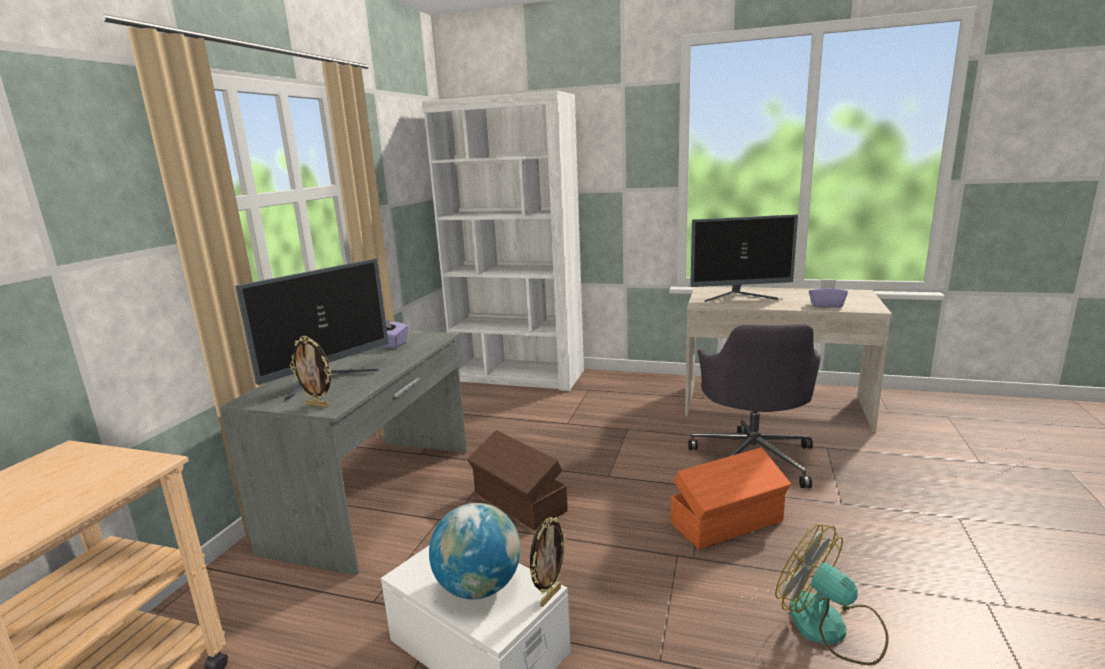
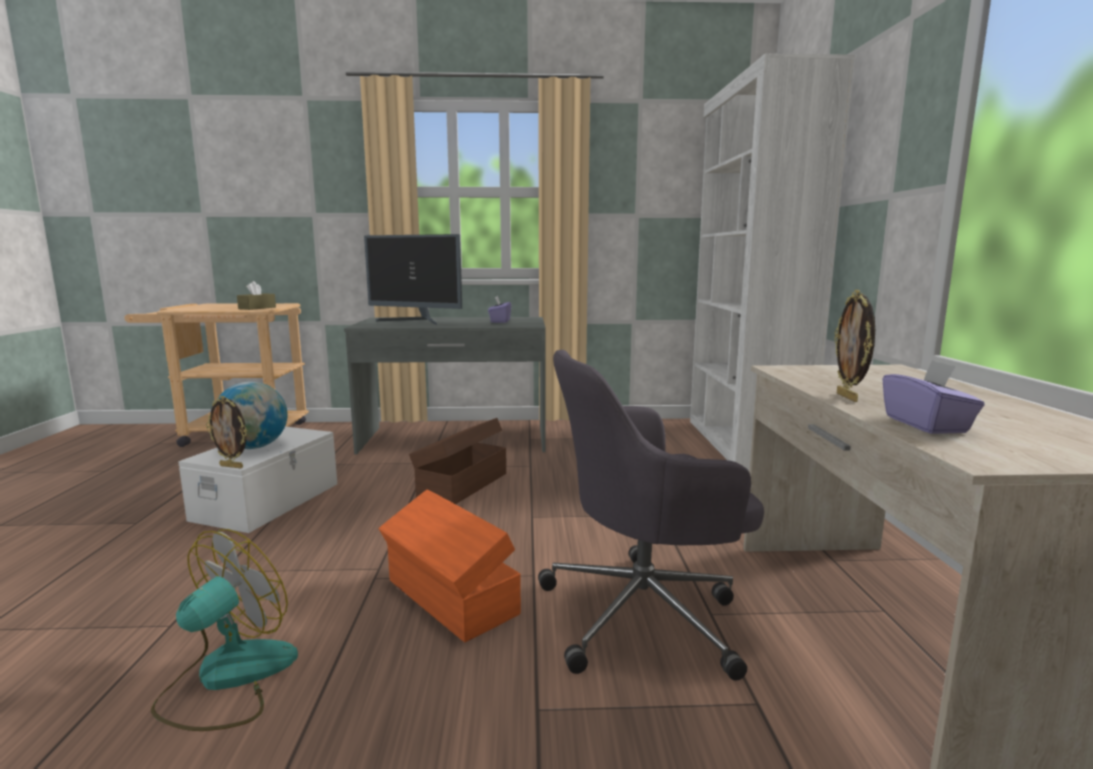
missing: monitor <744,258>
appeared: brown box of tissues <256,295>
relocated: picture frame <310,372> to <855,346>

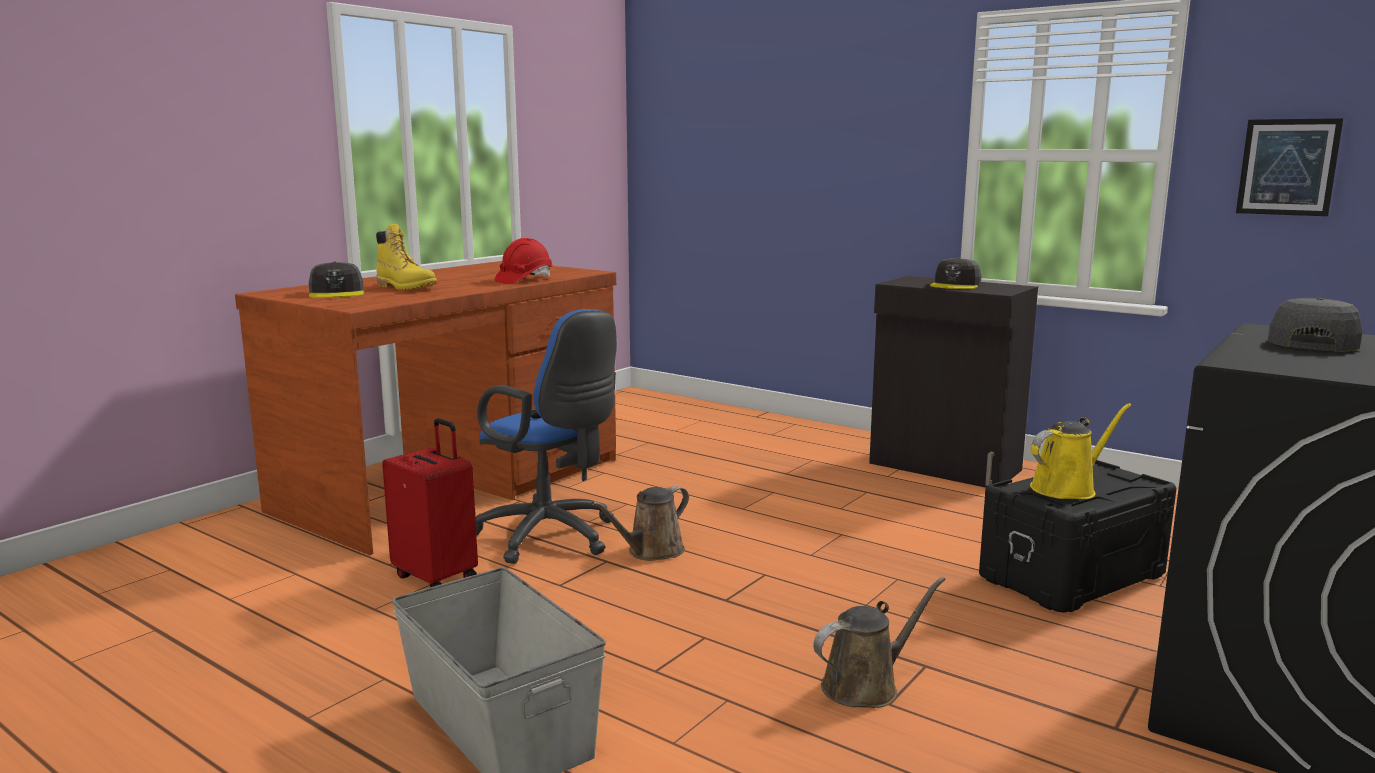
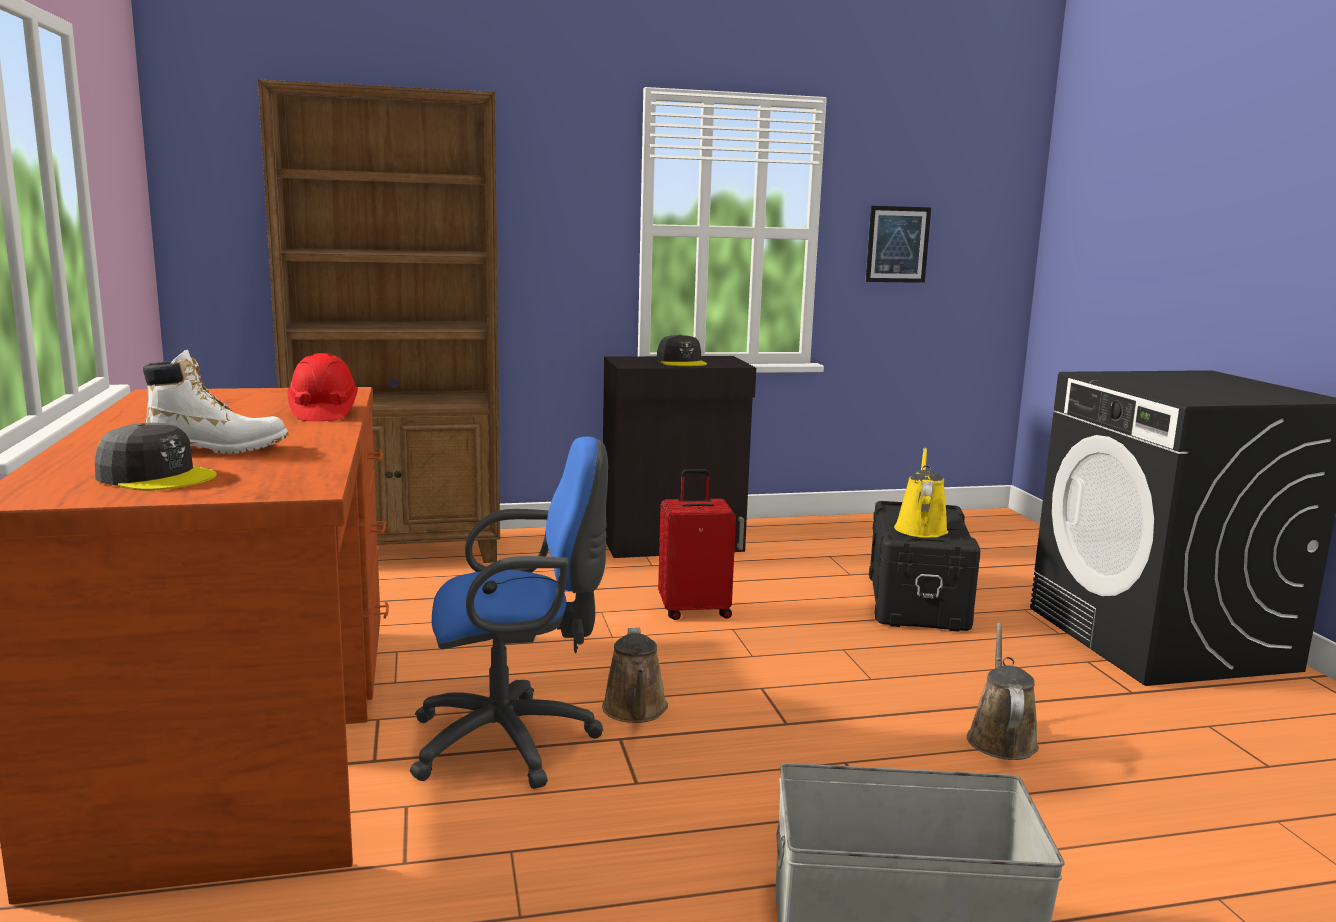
missing: grey cap <1315,325>
appeared: brown bookcase <379,321>
relocated: reddish piece of luggage <430,502> to <697,544>
colour: yellowish high-top boot <406,257> to whitish high-top boot <216,402>

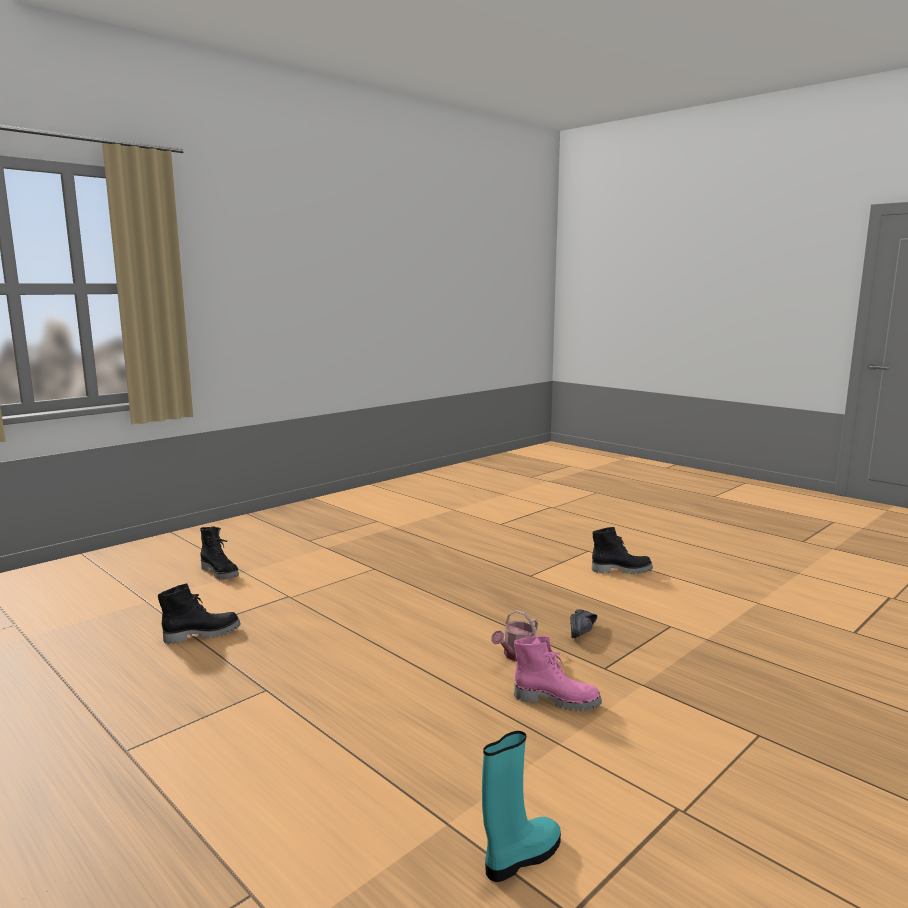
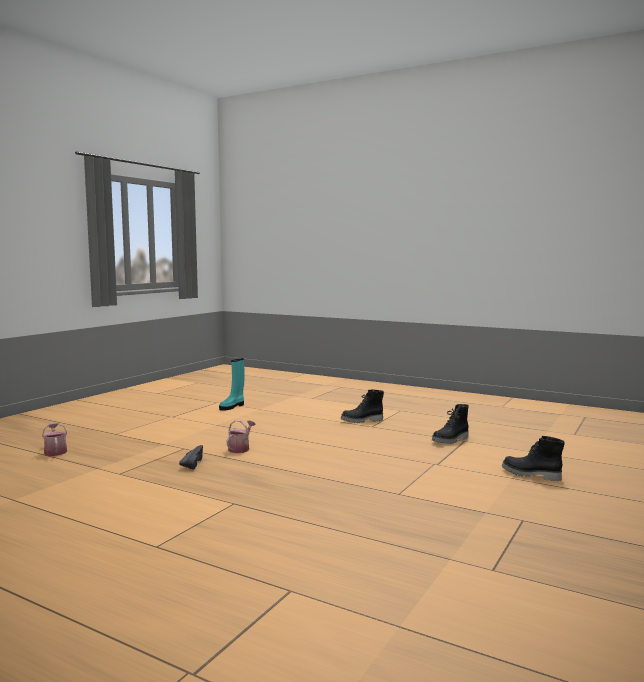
missing: pink-coloured high-top boot <558,673>
appeared: watering pot <54,439>
relocated: black high-top boot <622,550> to <362,406>

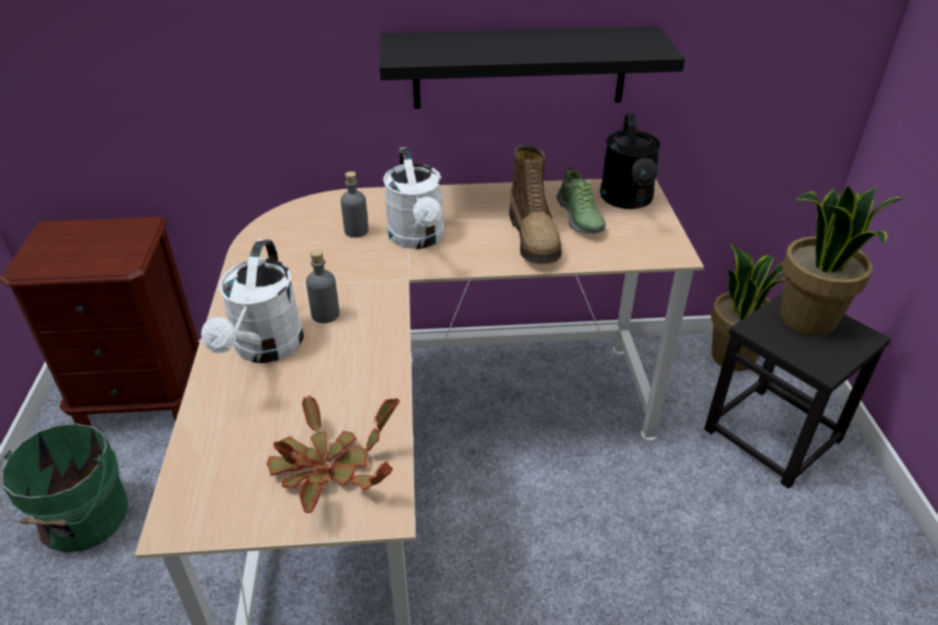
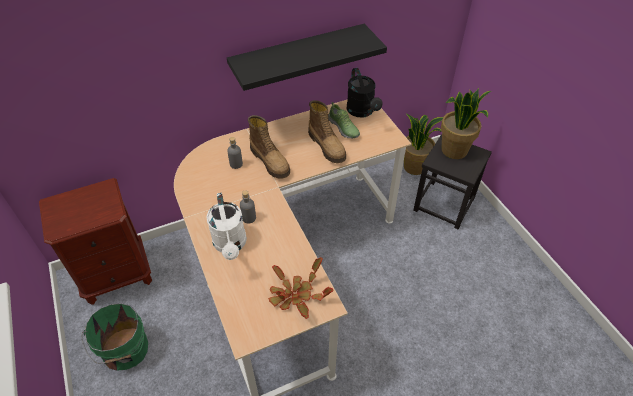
exchanged: whitish watering pot <413,198> to high-top boot <269,147>

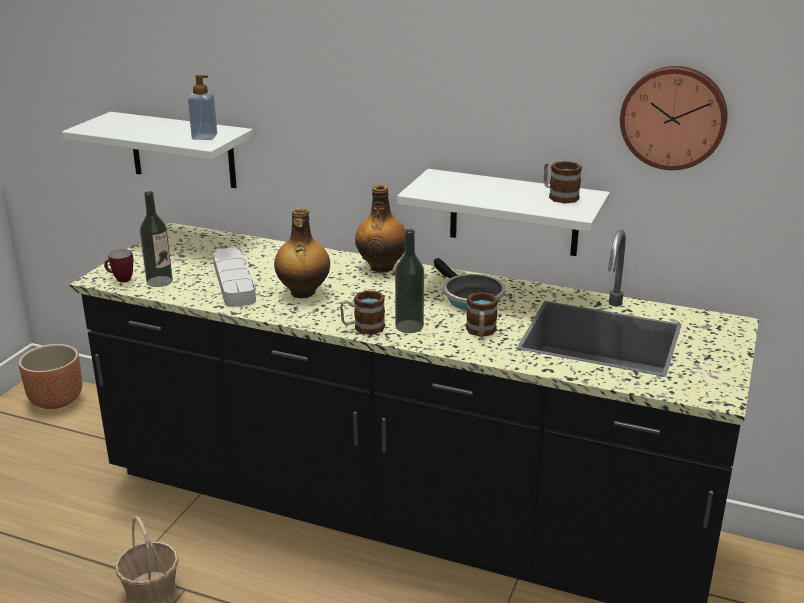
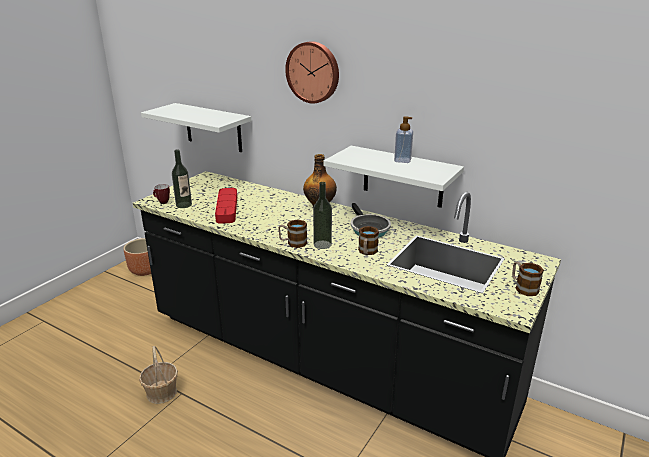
missing: beverage bottle <302,253>
relocated: soap dispenser <202,107> to <403,139>; tea mug <563,182> to <528,279>; hanging clock <674,118> to <312,72>
colour: grey serving tray <234,277> to reddish serving tray <226,206>

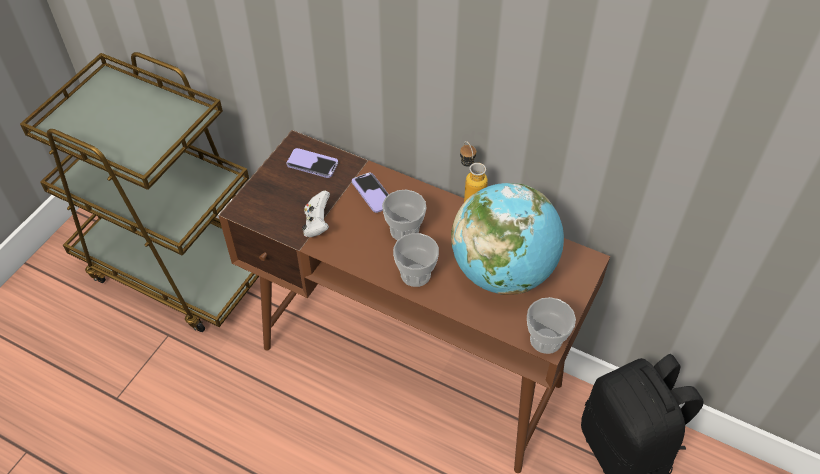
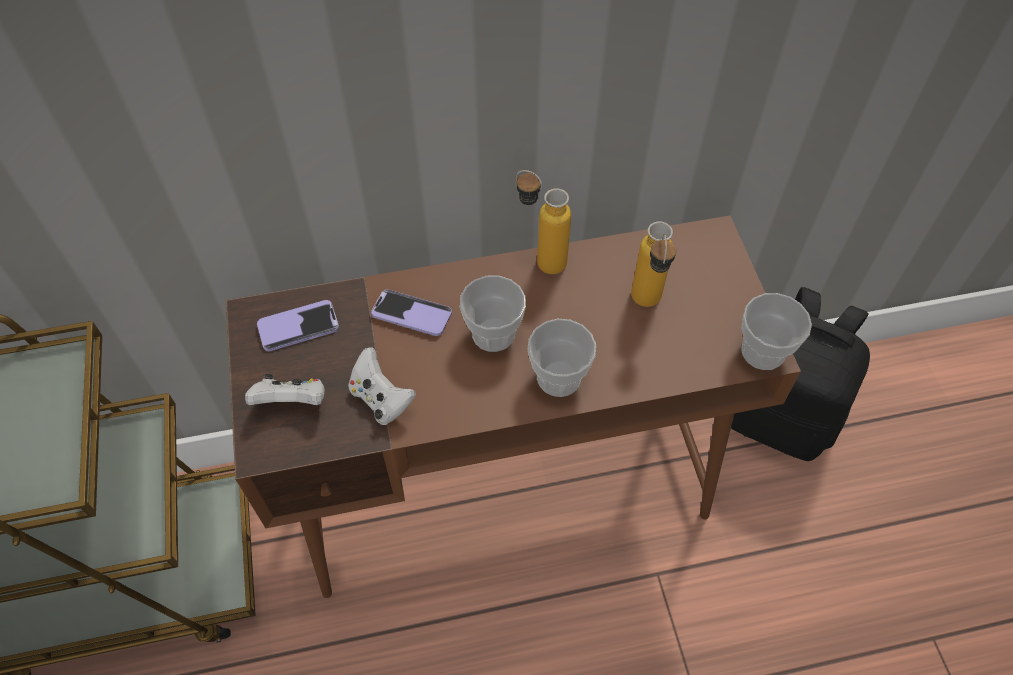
appeared: whitish joypad <285,389>
exchanged: world globe <507,239> to beverage bottle <653,264>

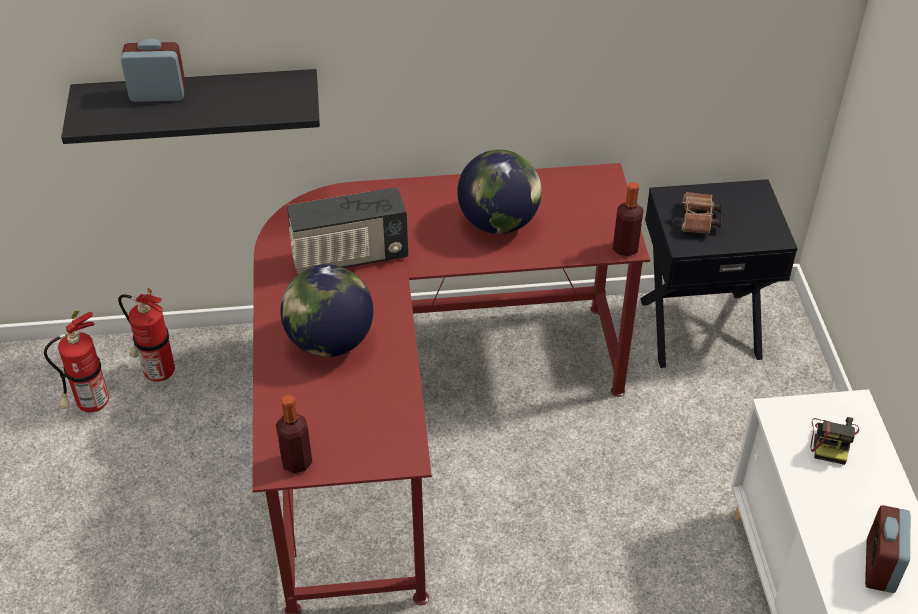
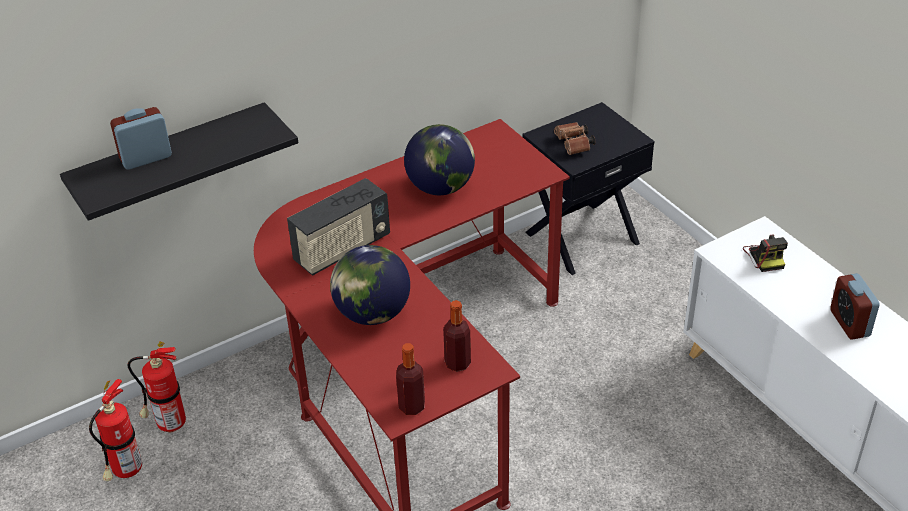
relocated: beverage bottle <628,219> to <457,336>

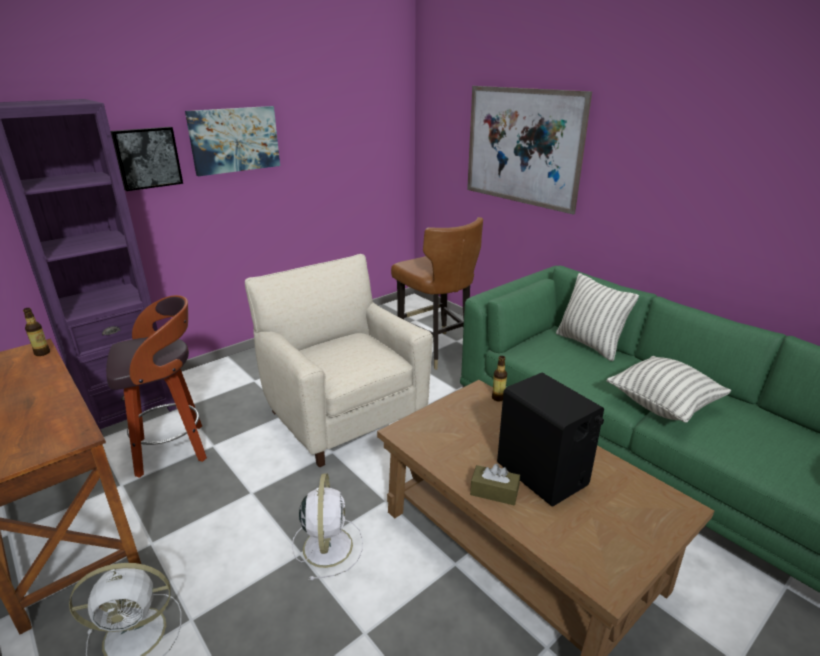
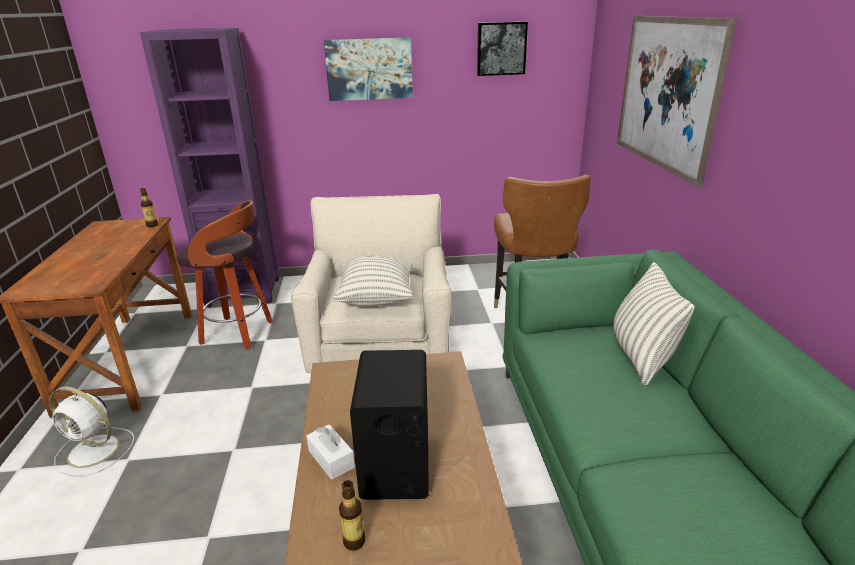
missing: whitish electric fan <327,527>
relocated: wall picture <147,159> to <502,49>; beverage bottle <499,379> to <352,515>; throw pillow <668,389> to <373,281>
colour: brown box of tissues <495,485> to whitish box of tissues <330,452>

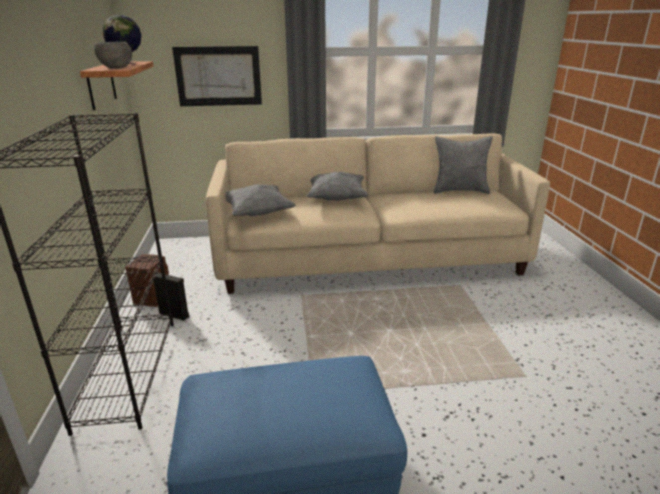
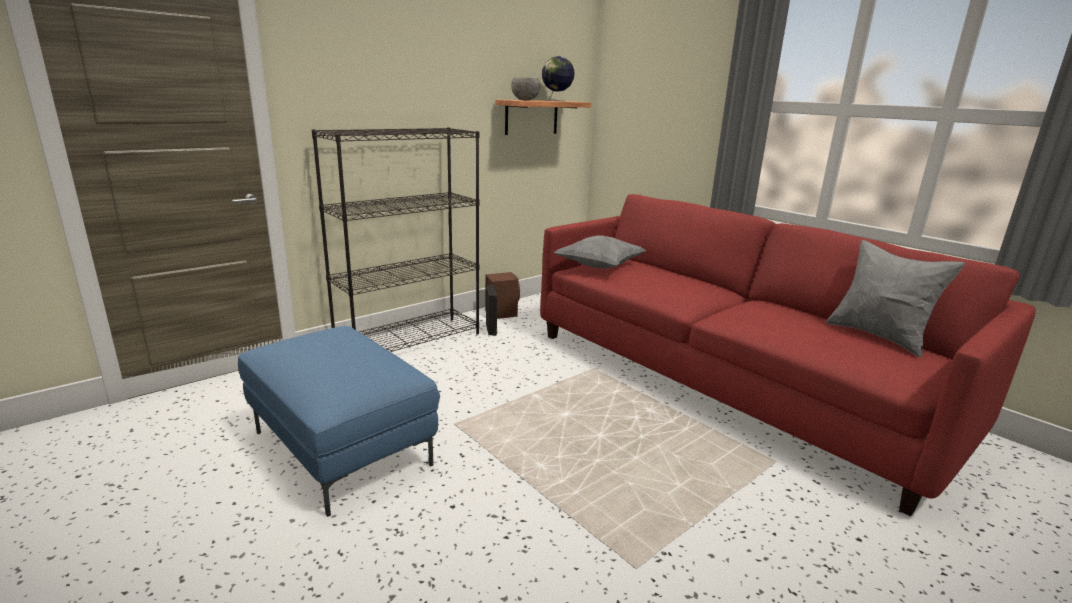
missing: wall picture <217,76>; grey throw pillow <337,186>
colour: sand-coloured couch <378,213> to reddish couch <788,355>

